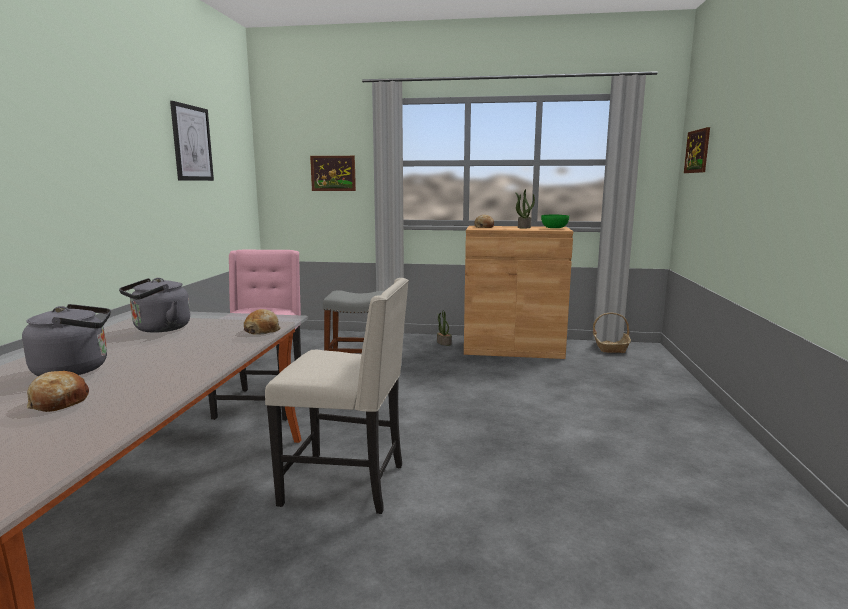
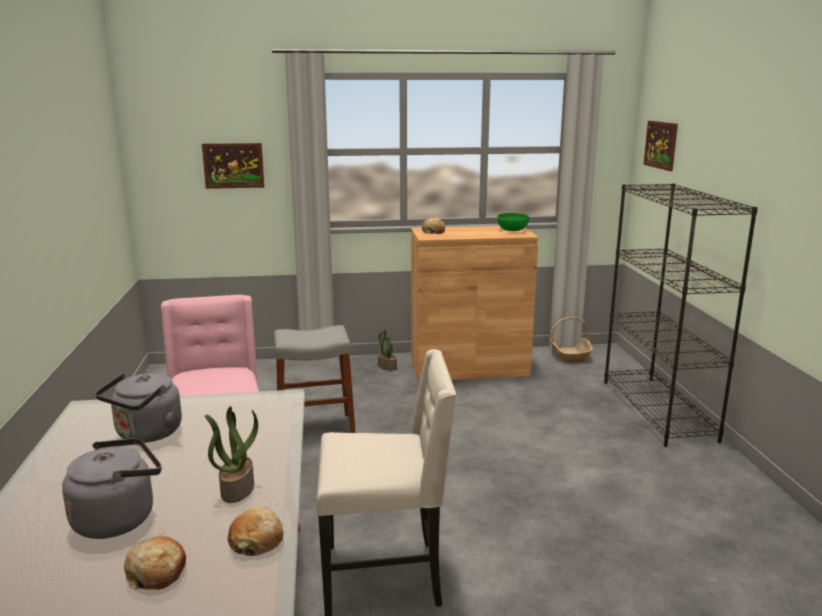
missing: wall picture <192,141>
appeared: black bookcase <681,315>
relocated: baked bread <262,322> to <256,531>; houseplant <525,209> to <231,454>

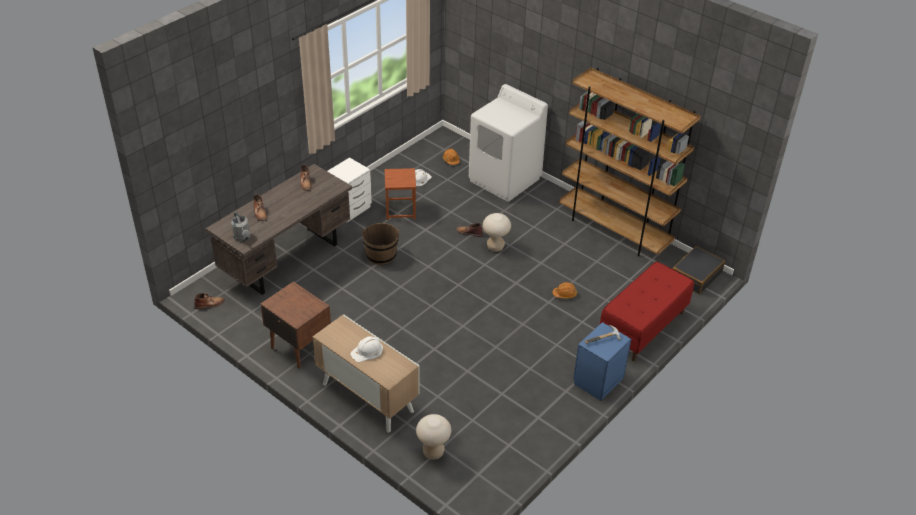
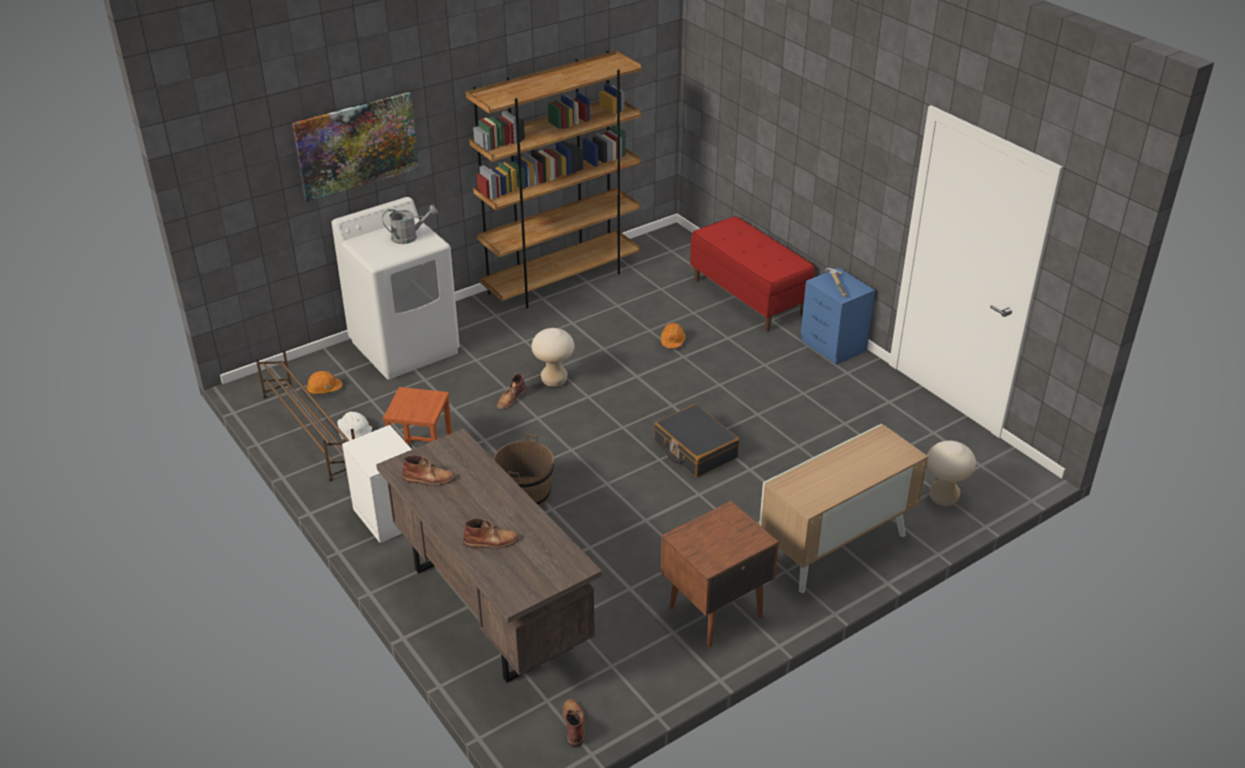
missing: whitish safety helmet <366,349>
appeared: brown shoe rack <305,415>; wall picture <355,147>
relocated: grey watering pot <241,226> to <410,224>; black piece of luggage <699,270> to <697,440>

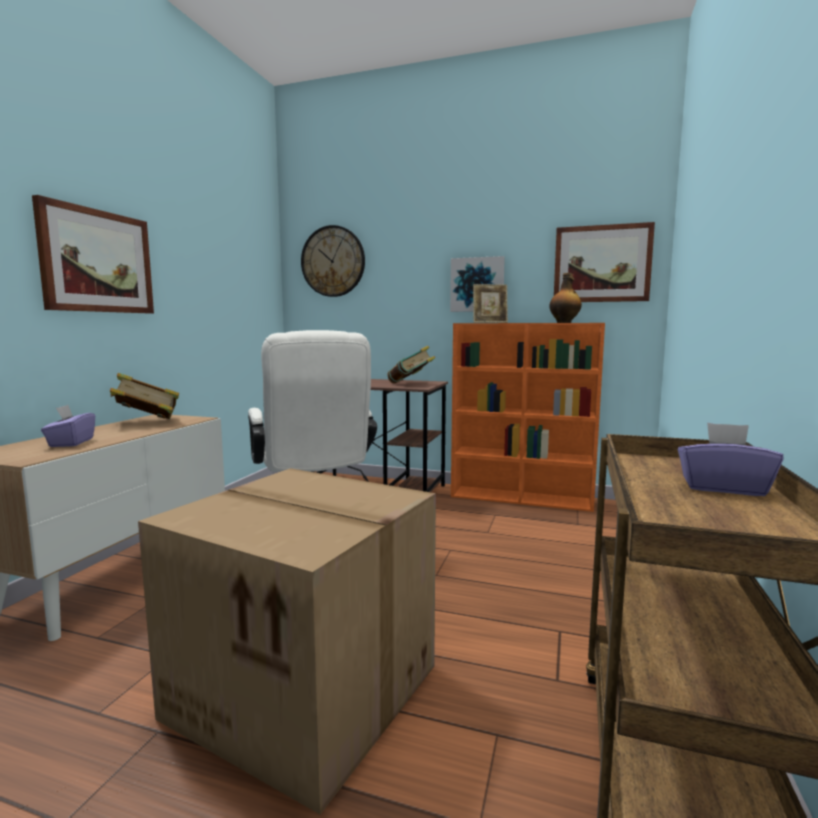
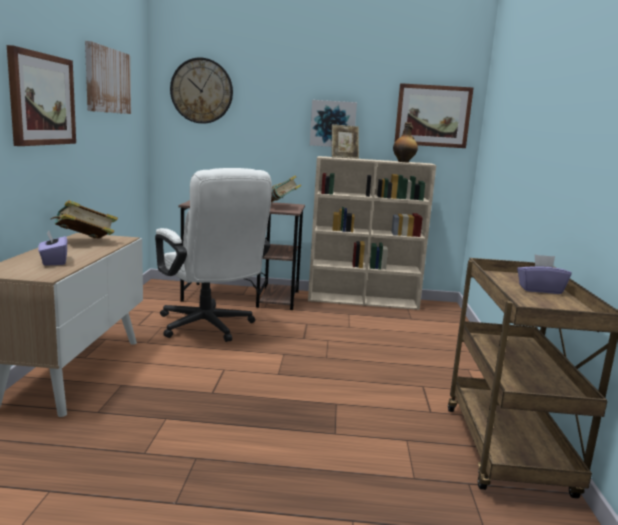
missing: packing box <287,641>
appeared: wall picture <108,77>
colour: orangey bookcase <528,417> to sand-coloured bookcase <372,233>

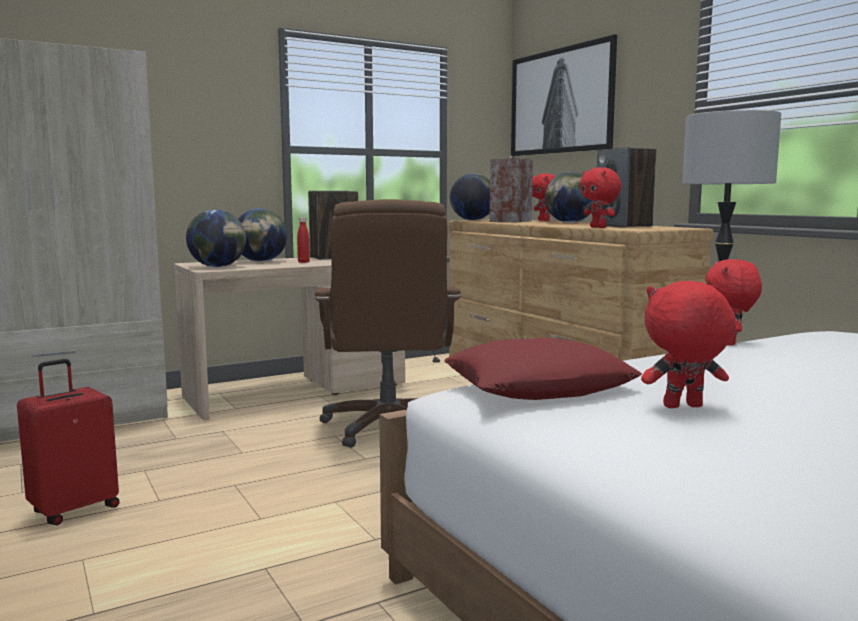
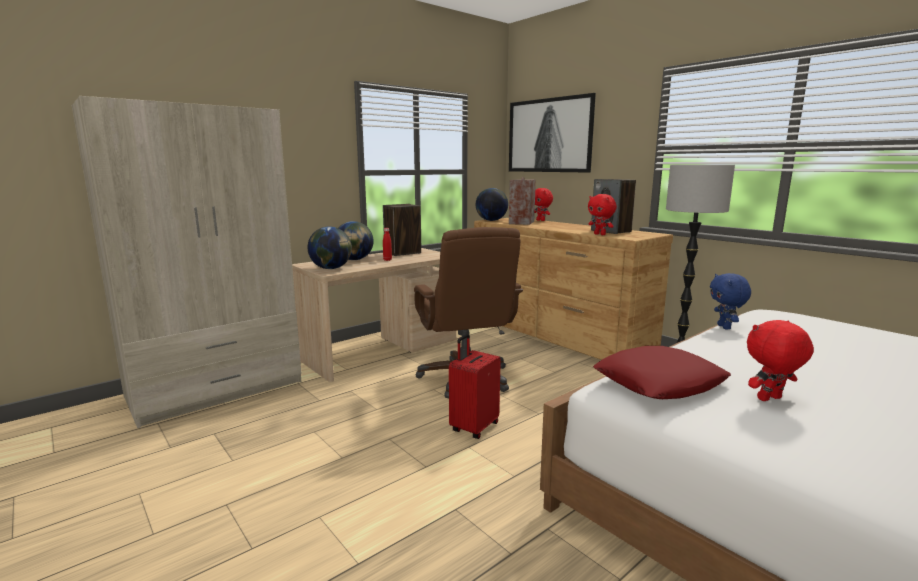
missing: world globe <568,197>
relocated: reddish piece of luggage <68,442> to <475,386>
colour: reddish soft toy <733,302> to blue-coloured soft toy <730,301>

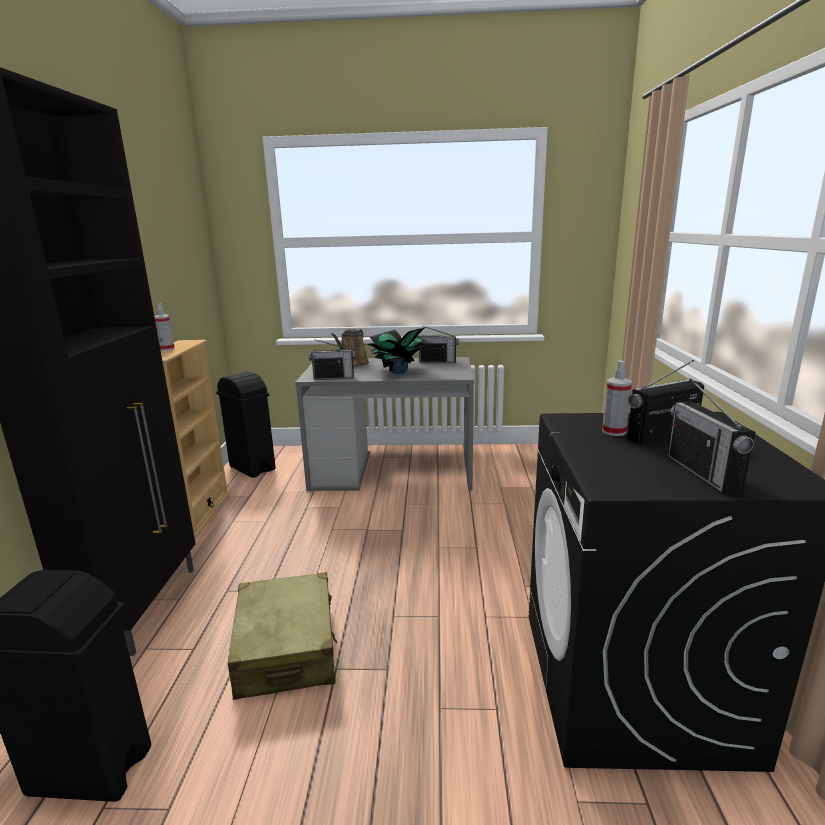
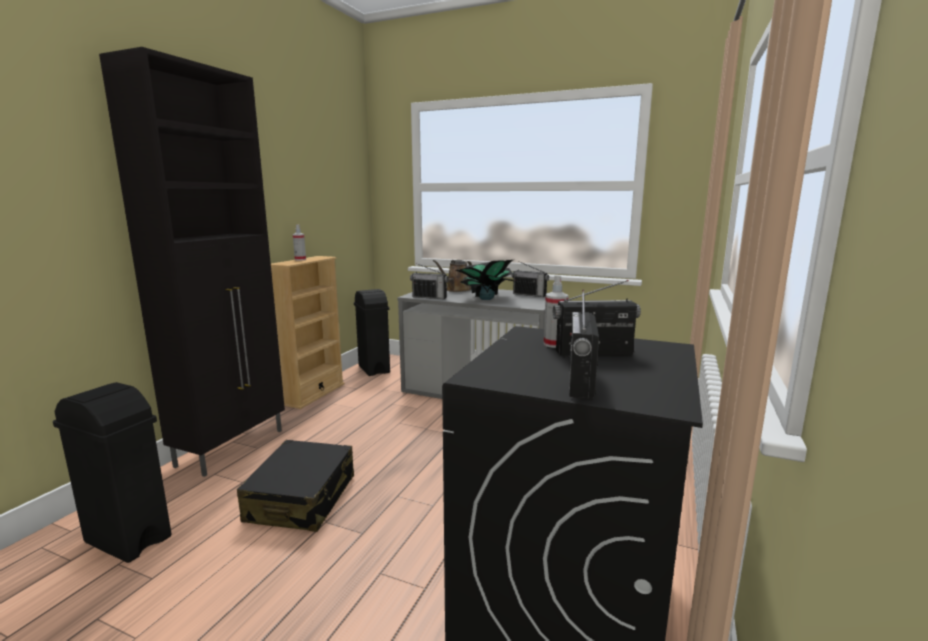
colour: sand-coloured piece of luggage <282,636> to black piece of luggage <295,486>

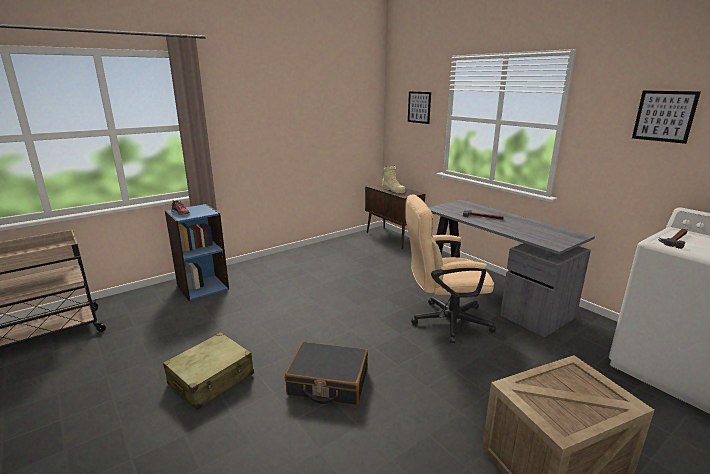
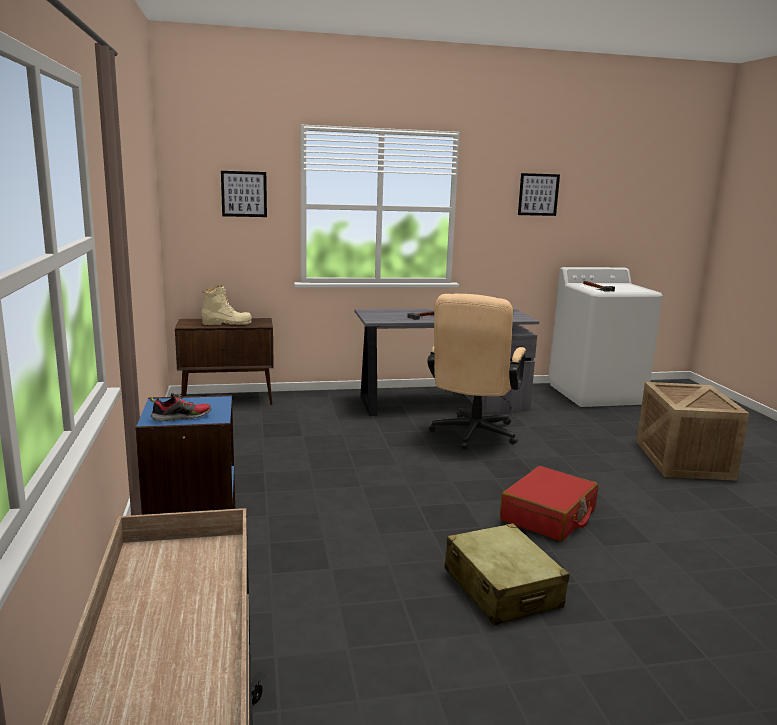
colour: black piece of luggage <326,373> to reddish piece of luggage <549,504>

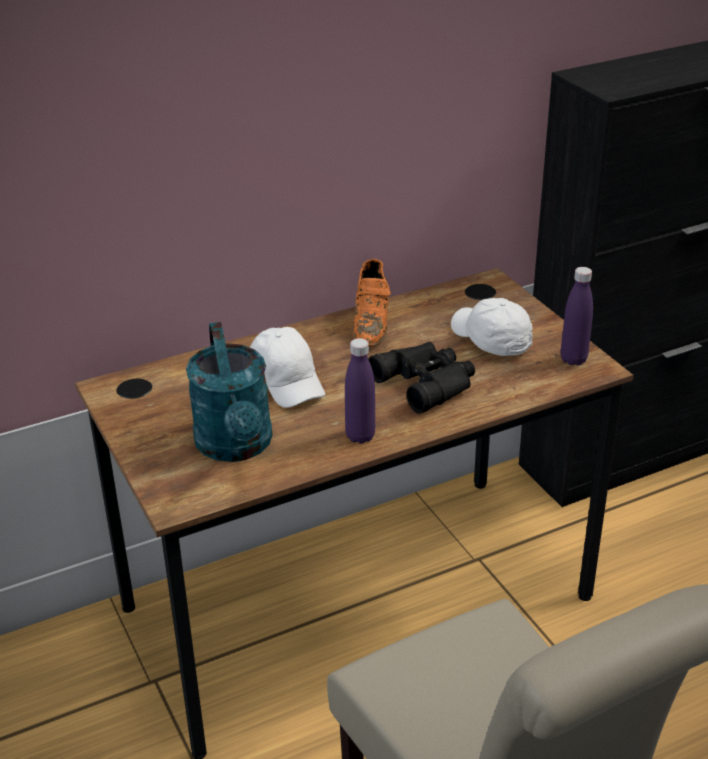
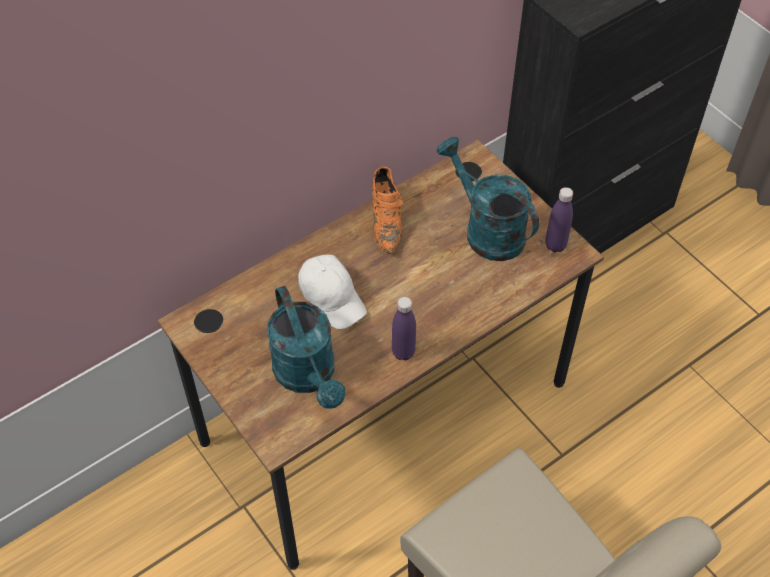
missing: black binoculars <421,378>
exchanged: whitish cap <492,327> to turquoise watering pot <488,199>

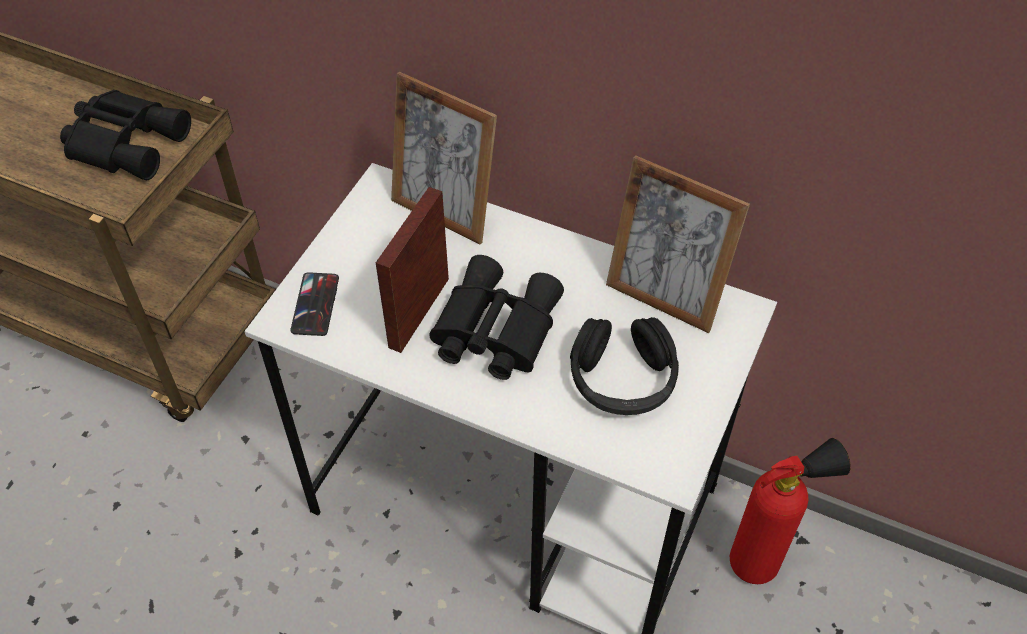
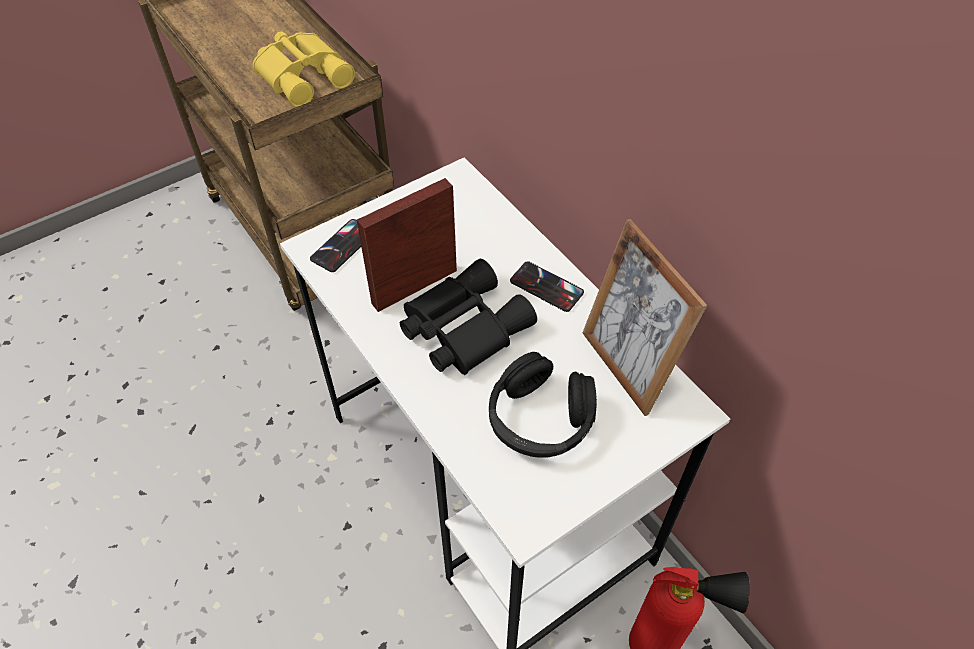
missing: picture frame <444,158>
appeared: phone <547,286>
colour: black binoculars <125,135> to yellowish binoculars <304,69>

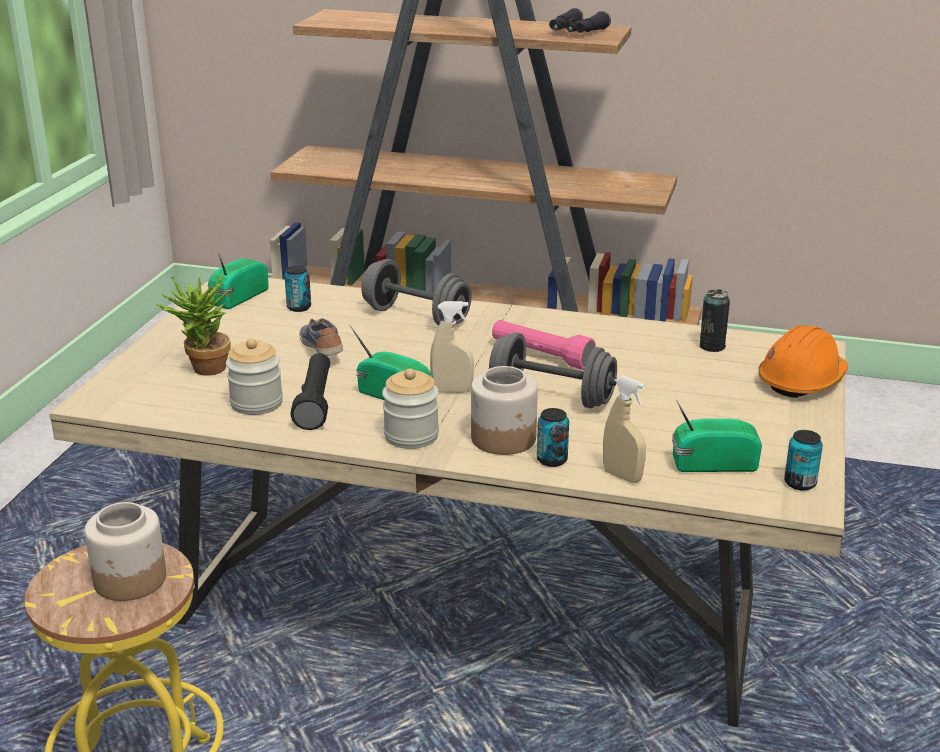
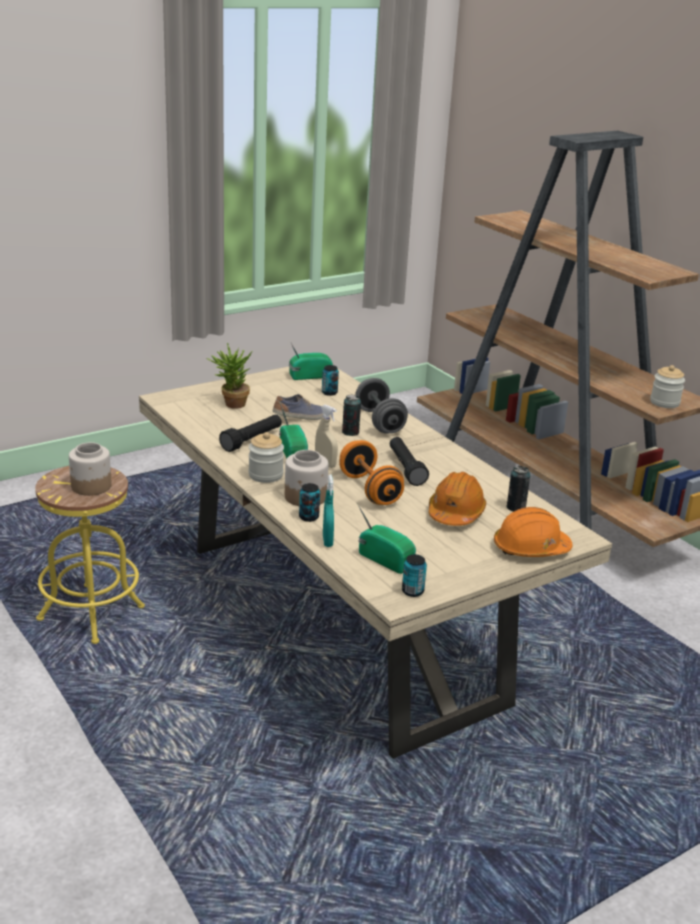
missing: black binoculars <580,20>
appeared: metal can <351,415>; orangey safety helmet <457,499>
relocated: jar <254,376> to <667,386>
colour: grey hand weight <553,370> to orangey hand weight <371,472>; pink-coloured torch <544,345> to black torch <409,461>; sand-coloured spray bottle <624,429> to turquoise spray bottle <328,510>
spun: low shoe <321,337> = <297,407> 45 degrees clockwise

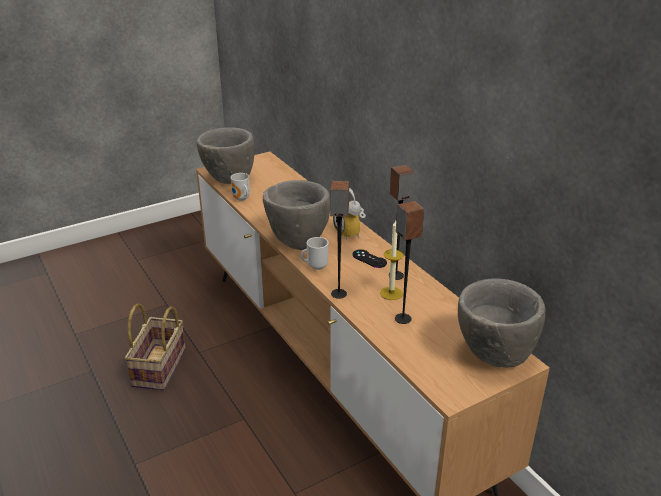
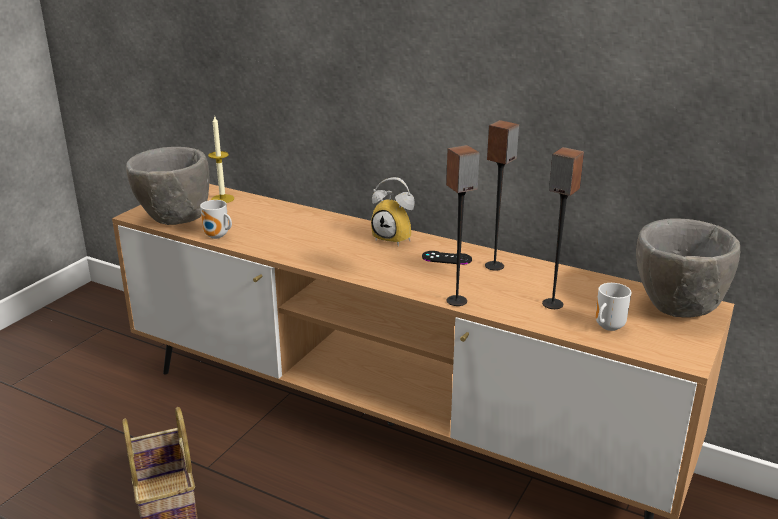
missing: grey serving bowl <296,215>
relocated: tea mug <314,253> to <613,307>; wax light <392,260> to <221,159>

